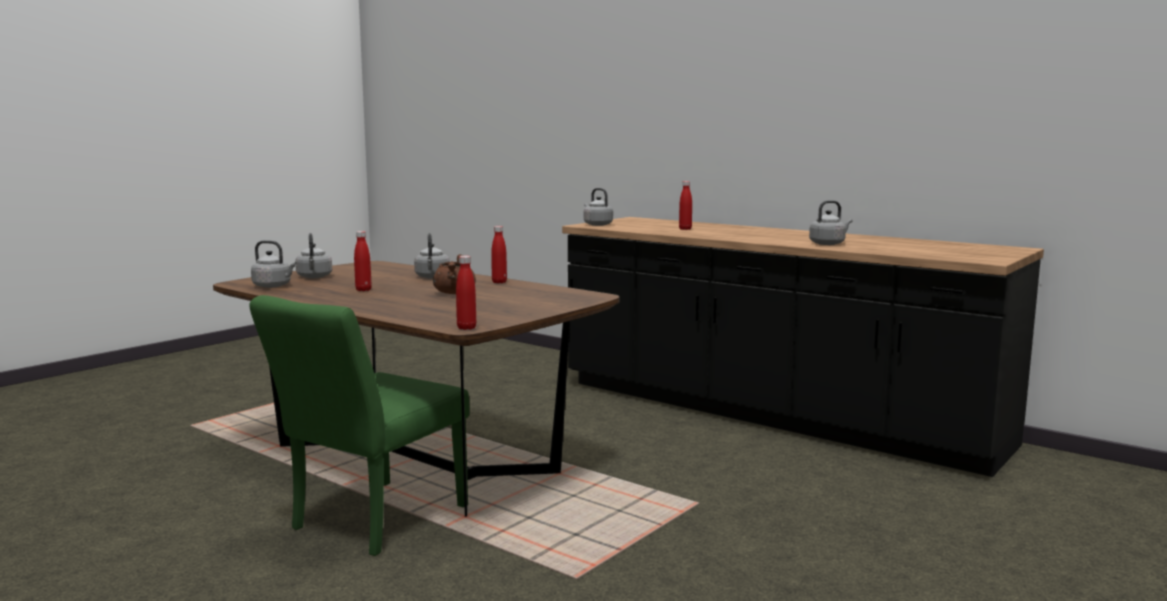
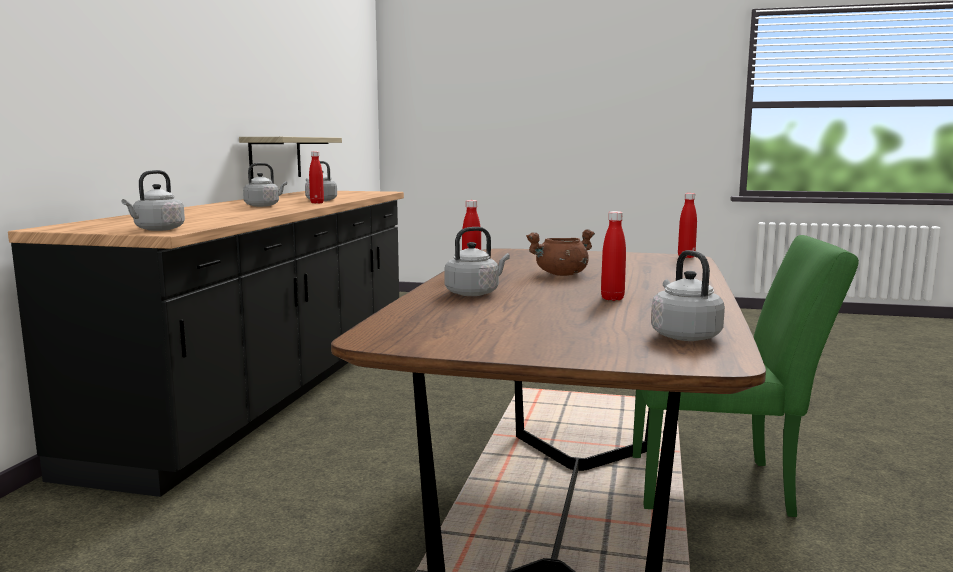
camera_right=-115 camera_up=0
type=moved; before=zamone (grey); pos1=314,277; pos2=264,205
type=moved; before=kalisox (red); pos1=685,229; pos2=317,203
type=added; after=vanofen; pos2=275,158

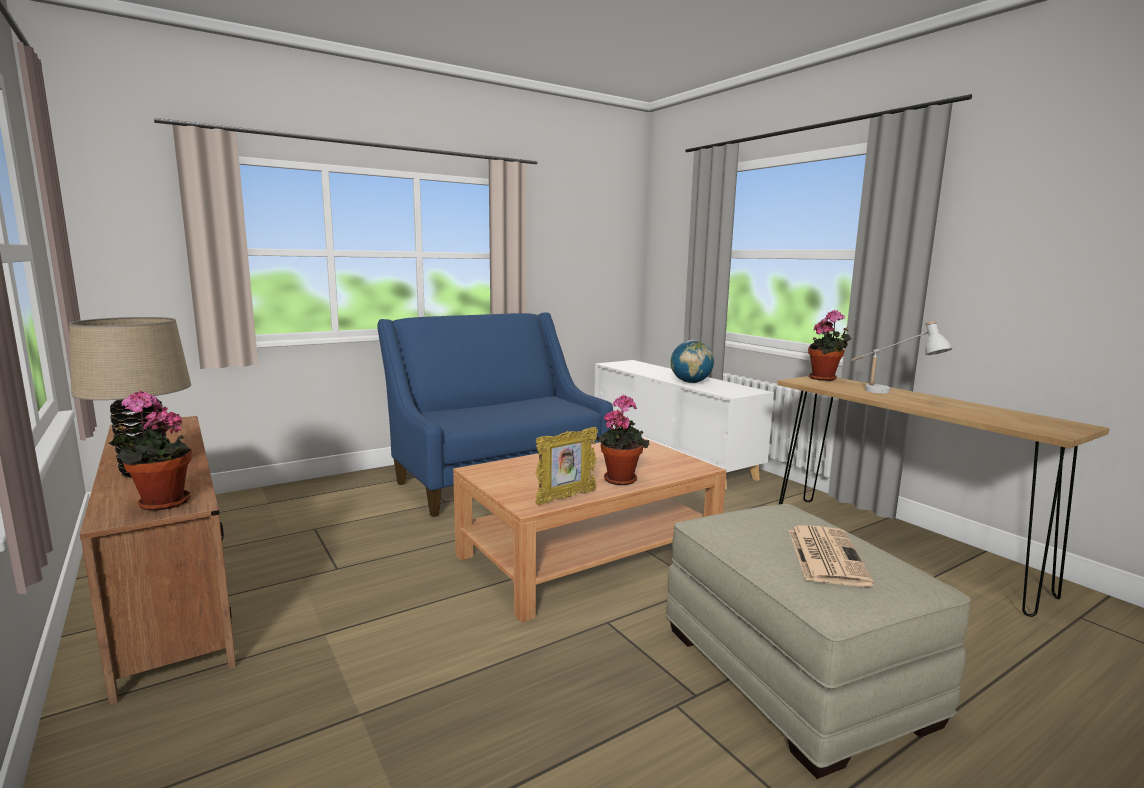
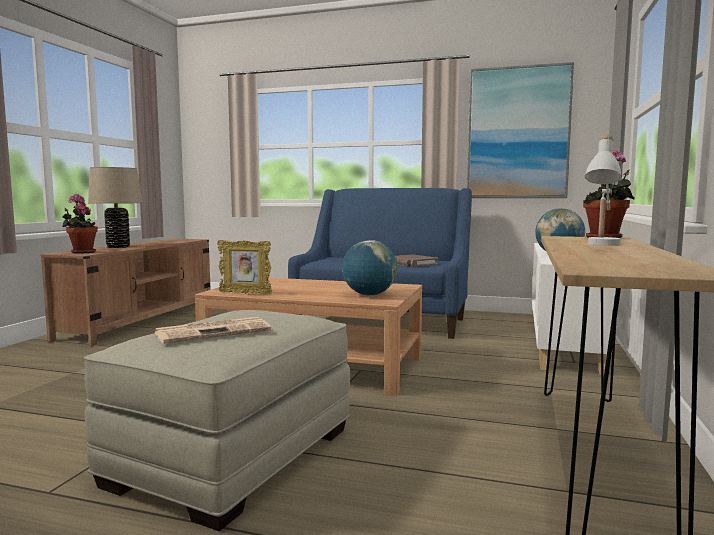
camera_right=50 camera_up=-5
type=removed; before=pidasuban; pos1=620,478
type=added; after=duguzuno; pos2=369,295
type=added; after=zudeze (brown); pos2=412,263
type=added; after=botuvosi; pos2=518,133

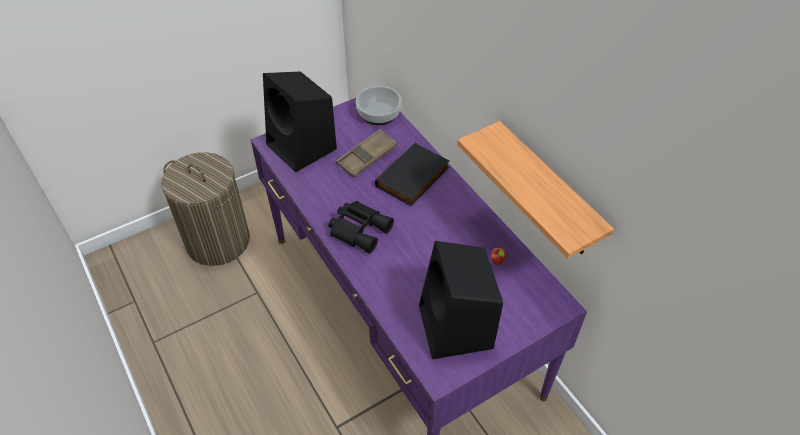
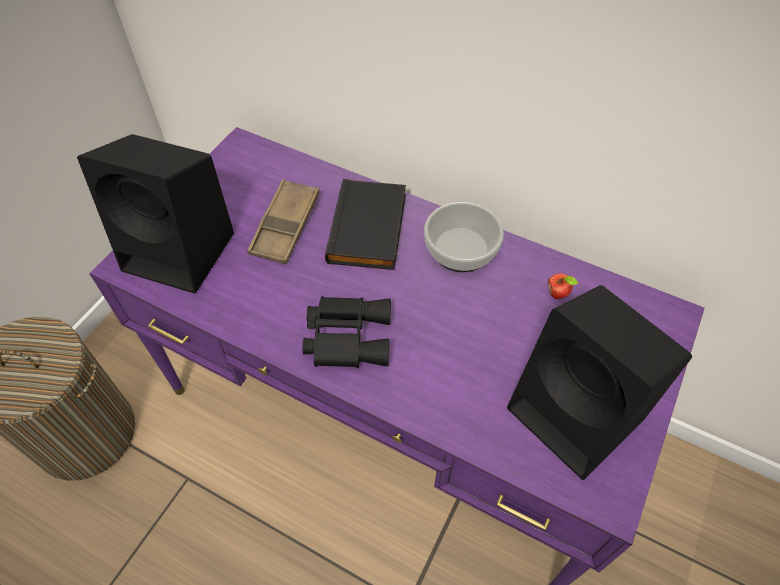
camera_right=-30 camera_up=5
type=moved; before=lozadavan; pos1=379,113; pos2=461,248
type=removed; before=vanofen; pos1=548,192

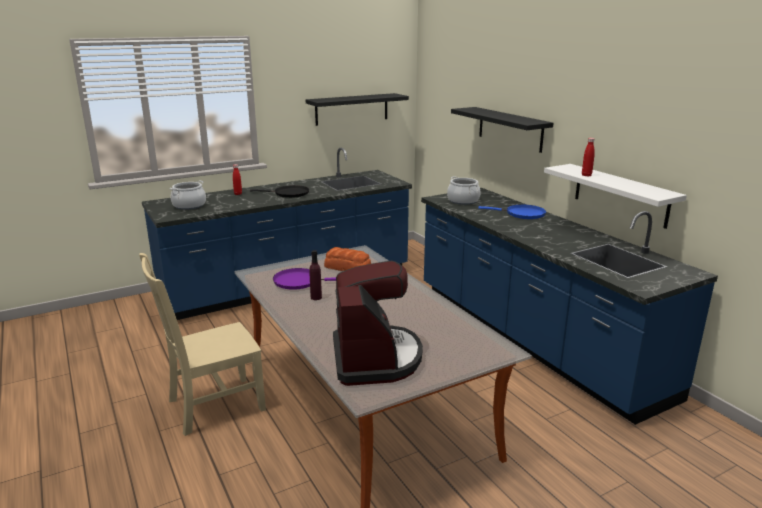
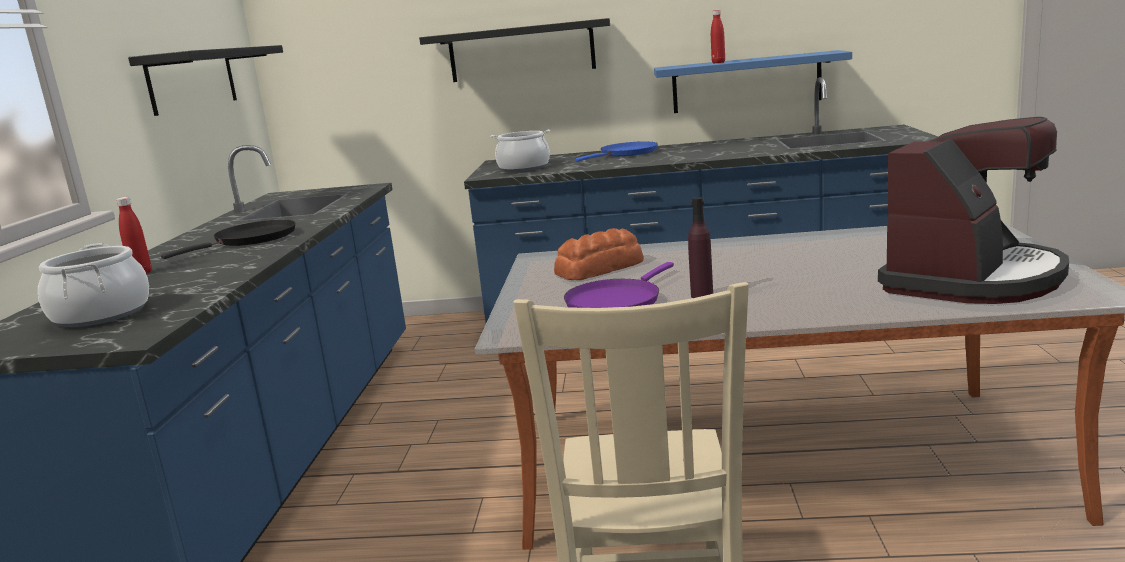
camera_right=-55 camera_up=-5
type=turned; before=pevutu; pos1=375,358; pos2=972,279; turn=105
type=recoloured; before=vanofen (white); after=vanofen (blue); pos1=620,195; pos2=746,82

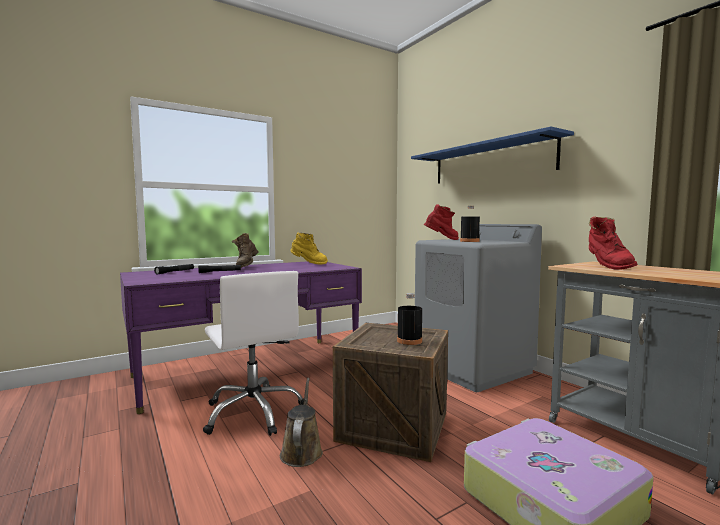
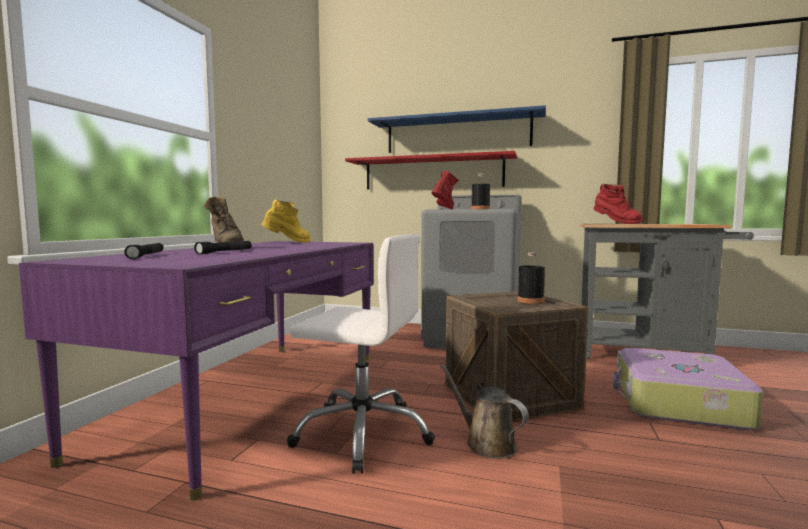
camera_right=-40 camera_up=0
type=added; after=vanofen (red); pos2=432,173

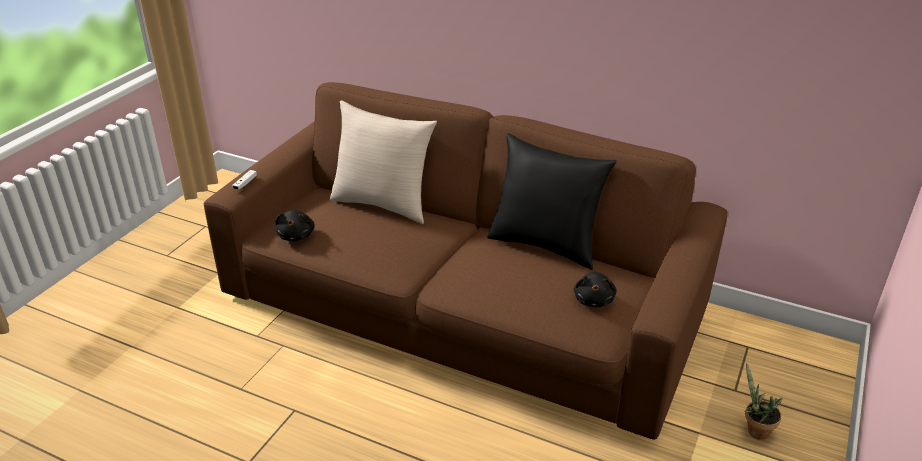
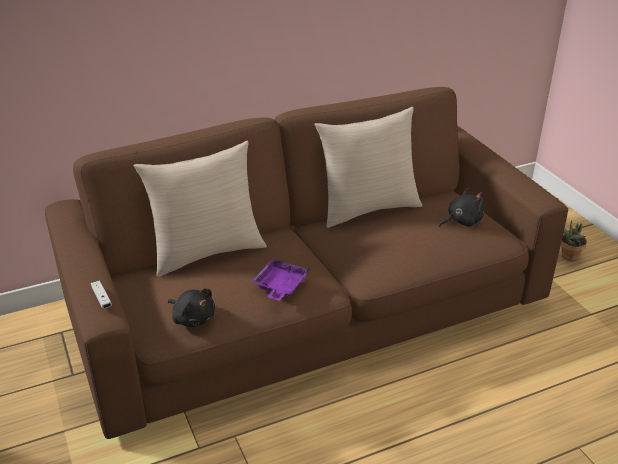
camera_right=-50 camera_up=0
type=recoloured; before=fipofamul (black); after=fipofamul (beige); pos1=545,244; pos2=368,208
type=turned; before=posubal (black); pos1=594,299; pos2=462,221; turn=-75
type=added; after=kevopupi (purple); pos2=280,286

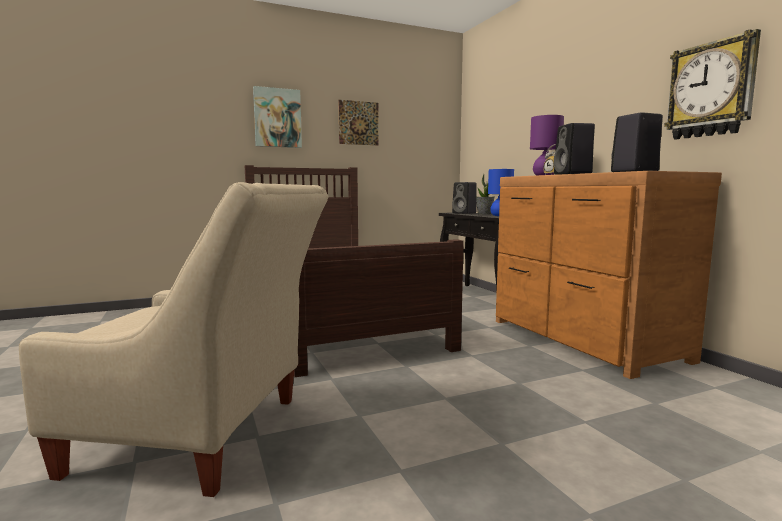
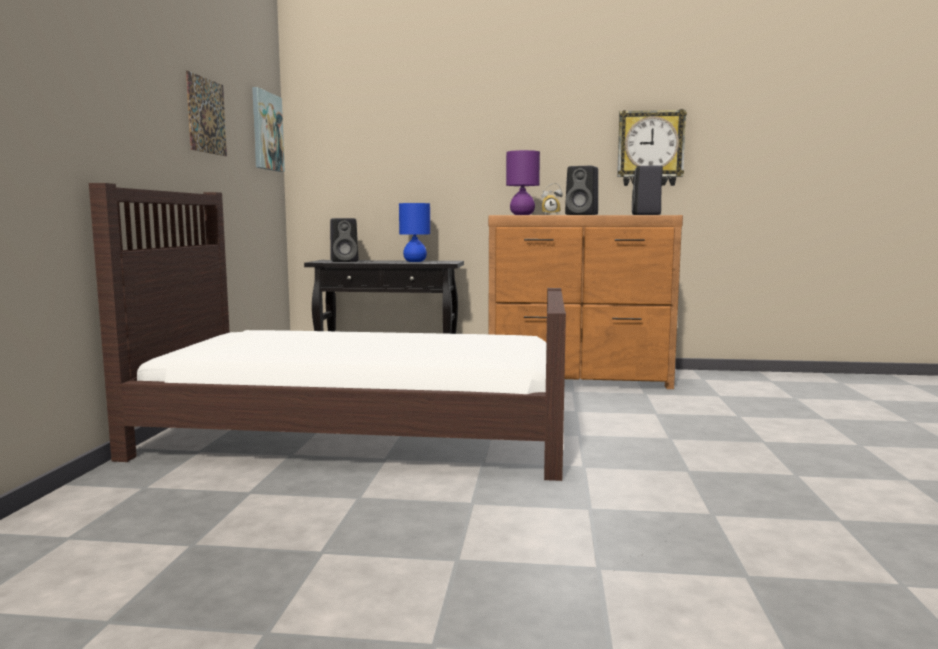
camera_right=-60 camera_up=0
type=removed; before=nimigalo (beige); pos1=206,436
type=moved; before=botuvosi; pos1=277,118; pos2=266,131
type=removed; before=pidasuban; pos1=484,214

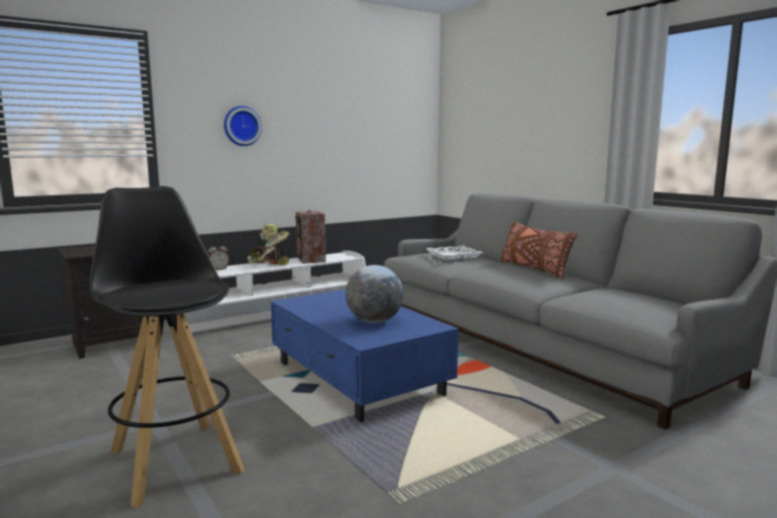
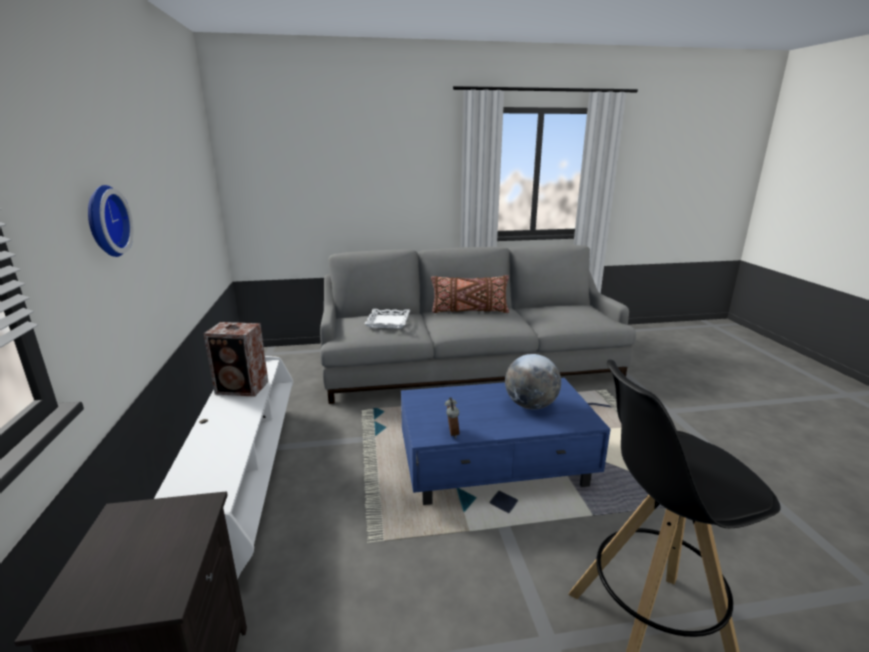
camera_right=-65 camera_up=10
type=moved; before=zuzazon; pos1=219,269; pos2=451,433
type=removed; before=pidasuban; pos1=270,265

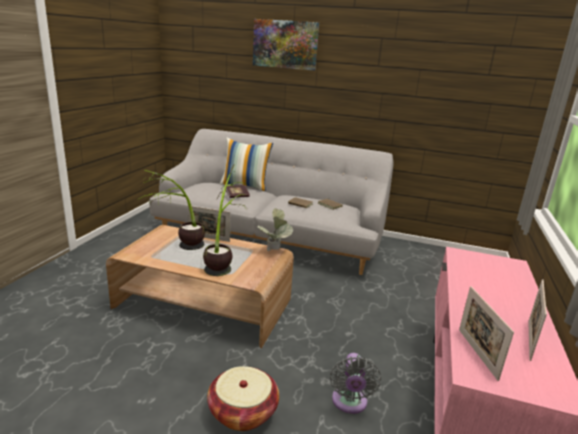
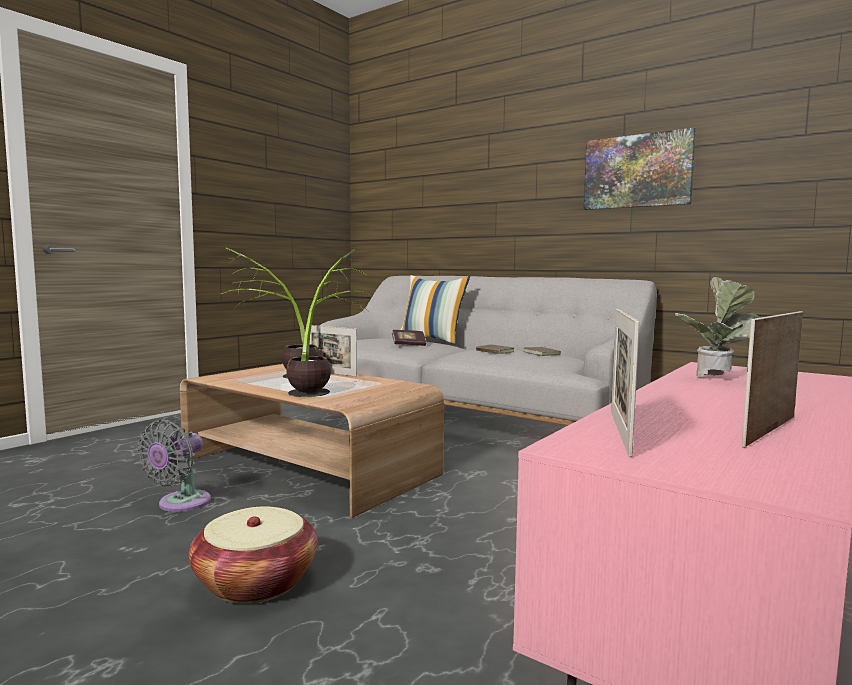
camera_right=20 camera_up=-15
type=moved; before=botuvosi; pos1=285,44; pos2=637,171
type=moved; before=pidasuban; pos1=274,252; pos2=717,379
type=moved; before=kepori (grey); pos1=349,403; pos2=180,504

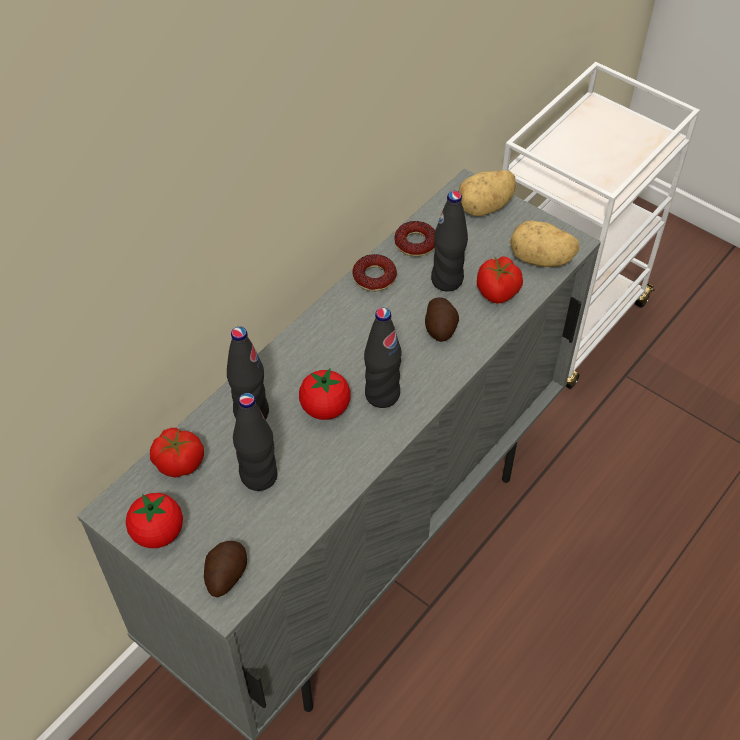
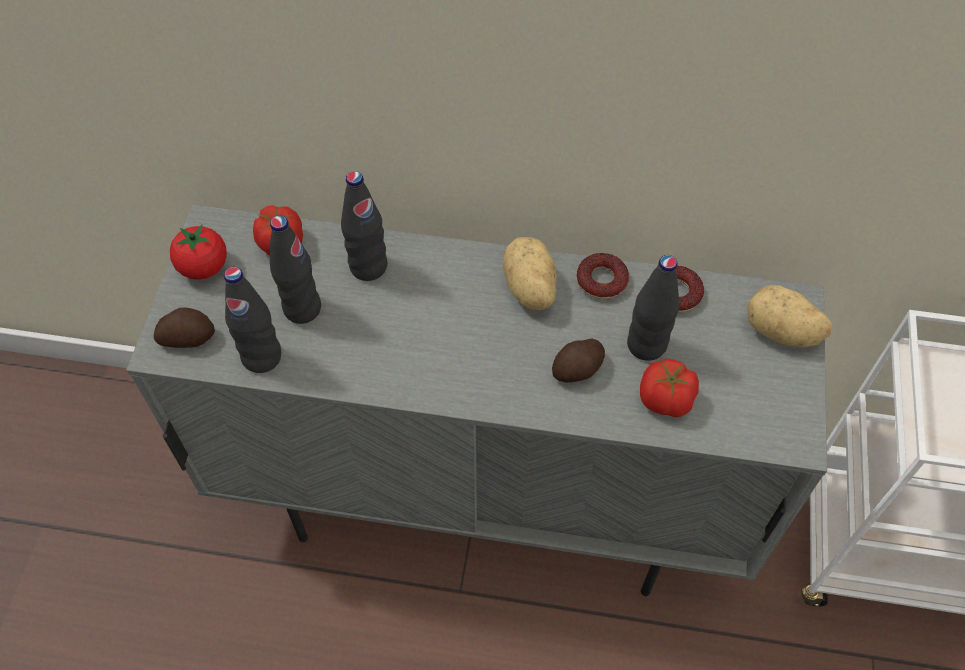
camera_right=60 camera_up=5
type=removed; before=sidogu; pos1=325,408
type=moved; before=kalisox (black); pos1=382,394; pos2=262,357
type=moved; before=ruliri; pos1=541,260; pos2=528,289

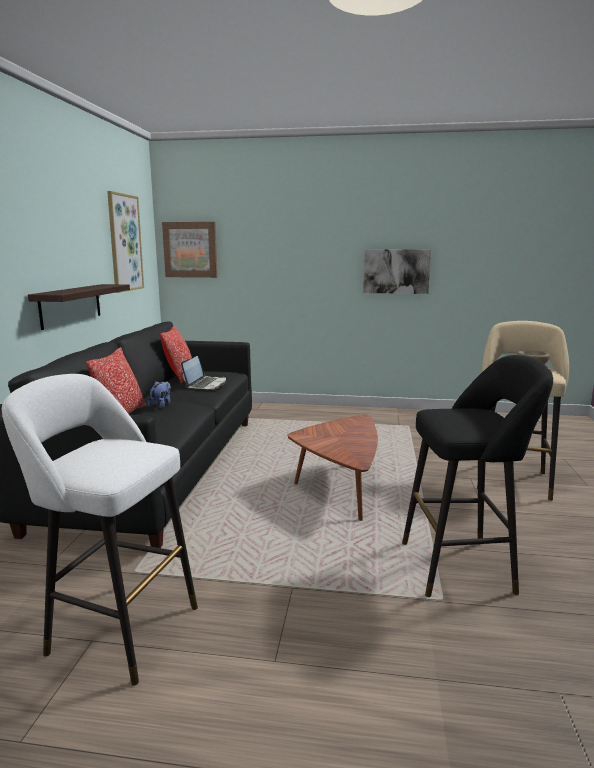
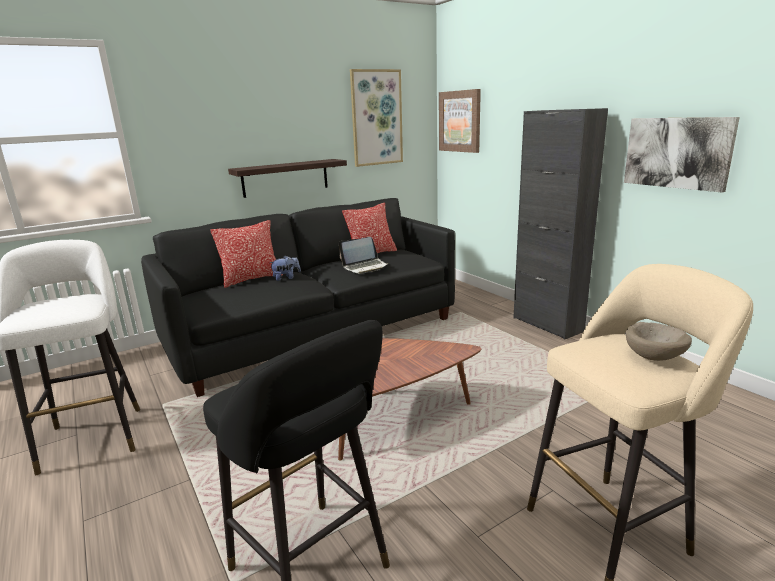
camera_right=50 camera_up=5
type=added; after=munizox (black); pos2=547,324

